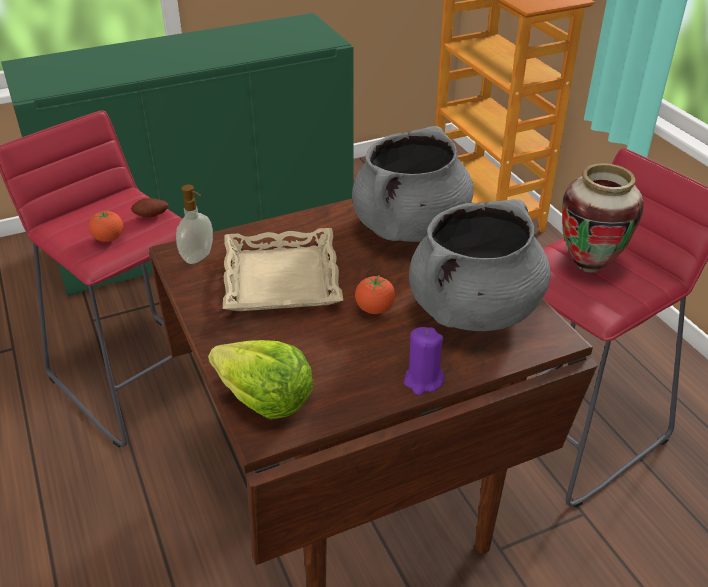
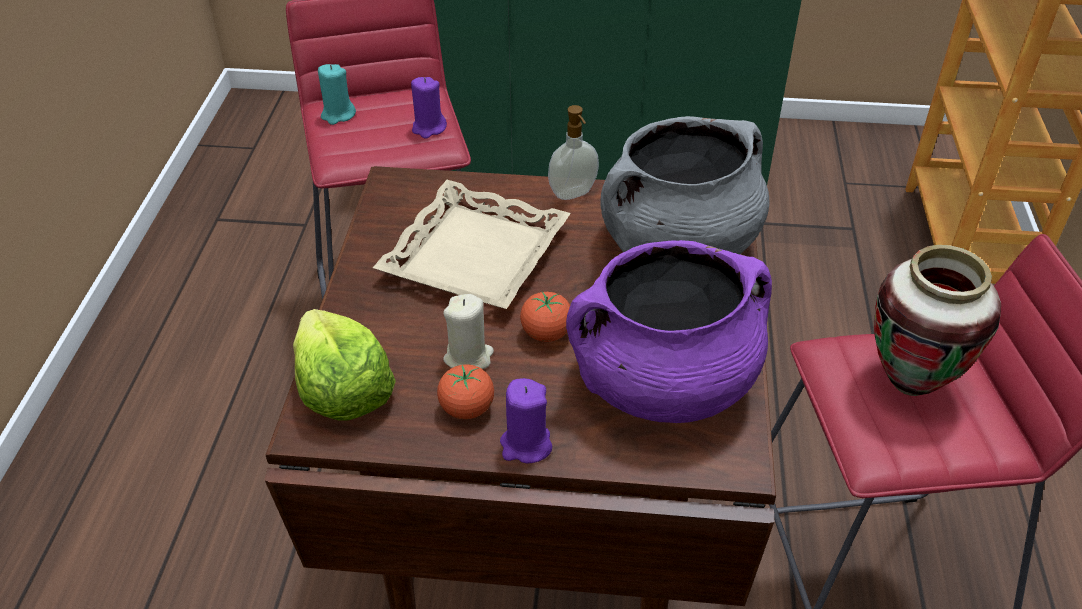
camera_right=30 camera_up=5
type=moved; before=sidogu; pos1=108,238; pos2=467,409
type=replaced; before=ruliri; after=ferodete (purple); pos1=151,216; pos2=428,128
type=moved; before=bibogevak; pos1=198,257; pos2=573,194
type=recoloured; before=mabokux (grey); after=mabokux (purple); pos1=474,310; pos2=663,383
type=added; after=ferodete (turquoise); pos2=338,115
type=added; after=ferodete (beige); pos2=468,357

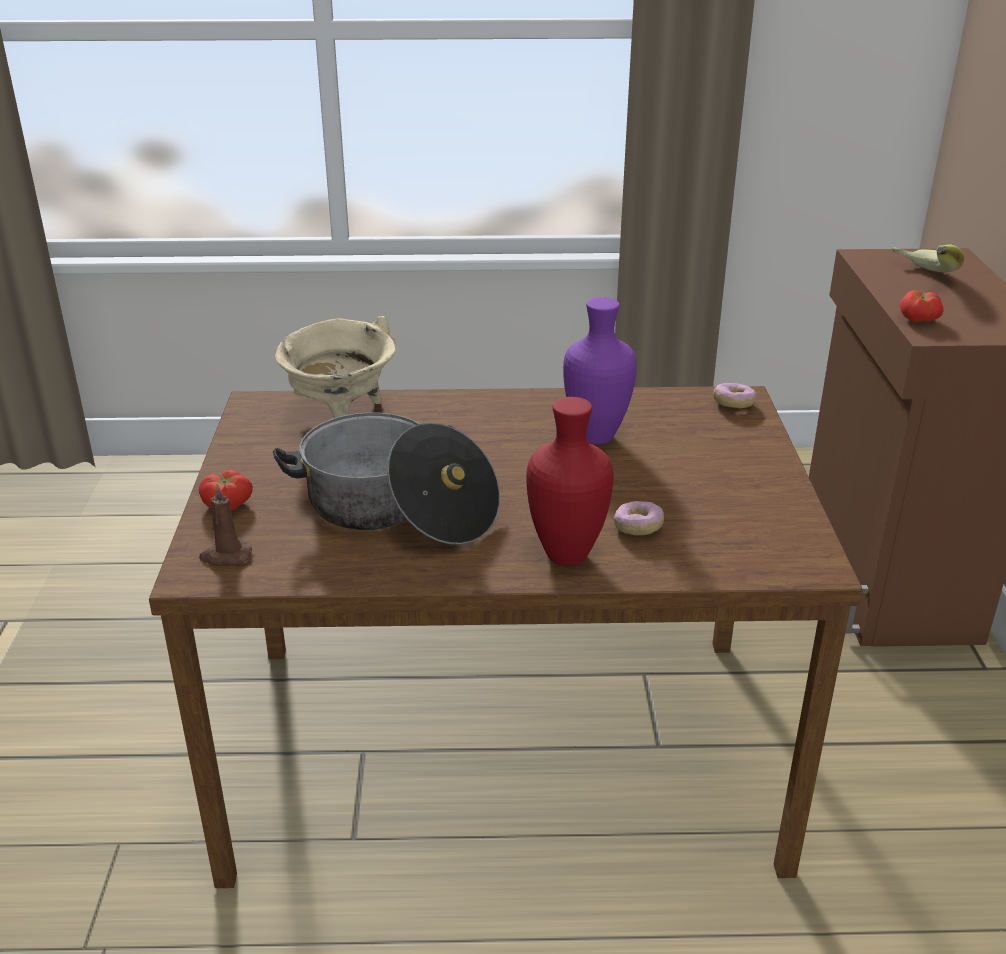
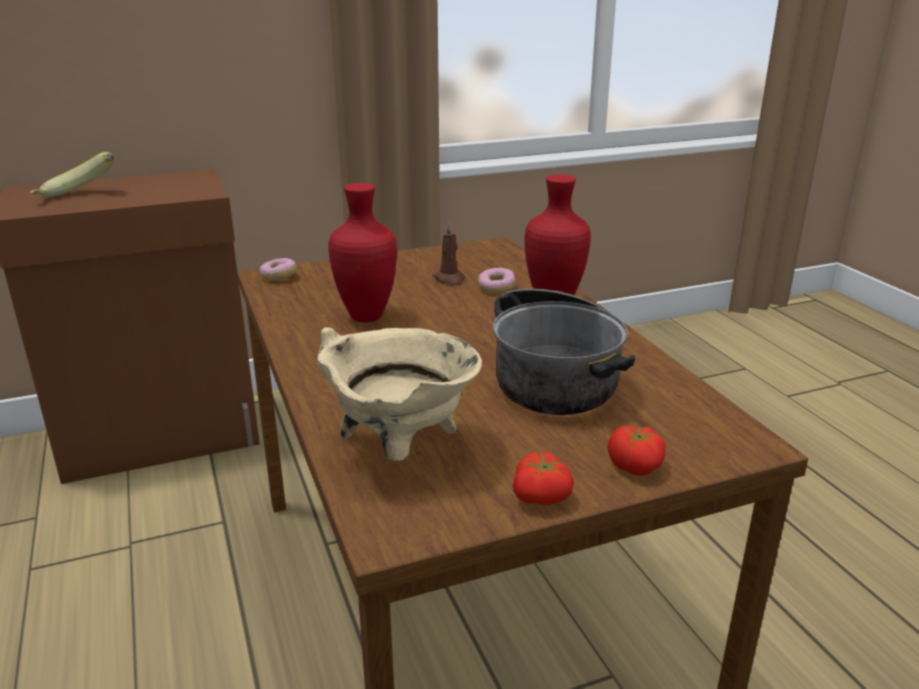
camera_right=-110 camera_up=-5
type=moved; before=ferodete (brown); pos1=225,556; pos2=449,279
type=recoloured; before=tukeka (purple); after=tukeka (red); pos1=594,437; pos2=367,317
type=moved; before=sidogu; pos1=917,319; pos2=542,497

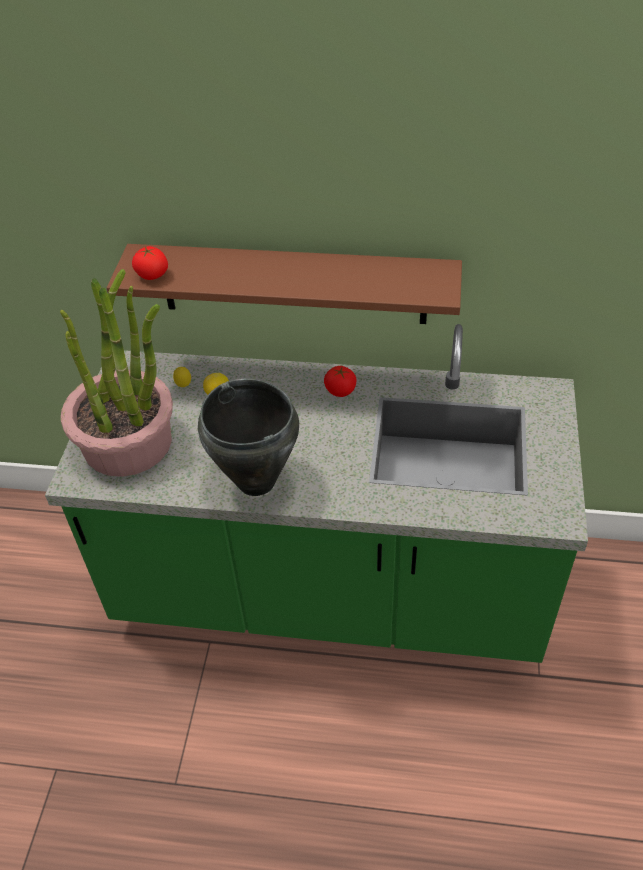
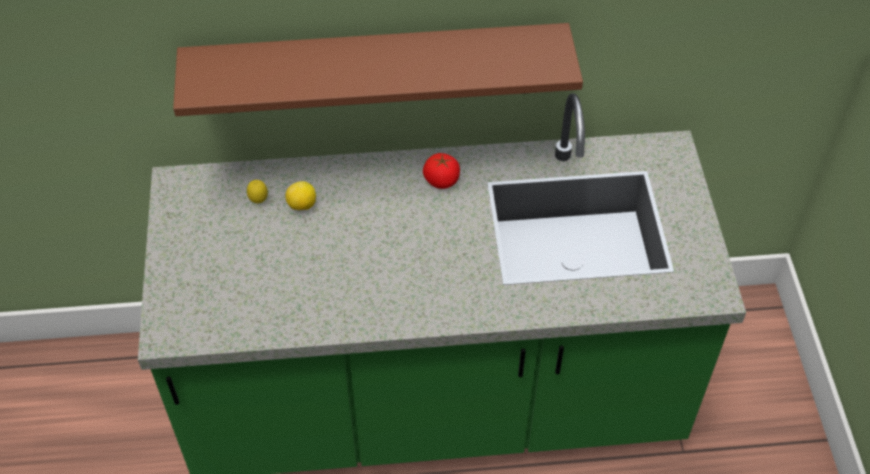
camera_right=-15 camera_up=5
type=removed; before=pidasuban; pos1=128,442
type=removed; before=sidogu; pos1=152,275
type=removed; before=mabokux (black); pos1=256,482

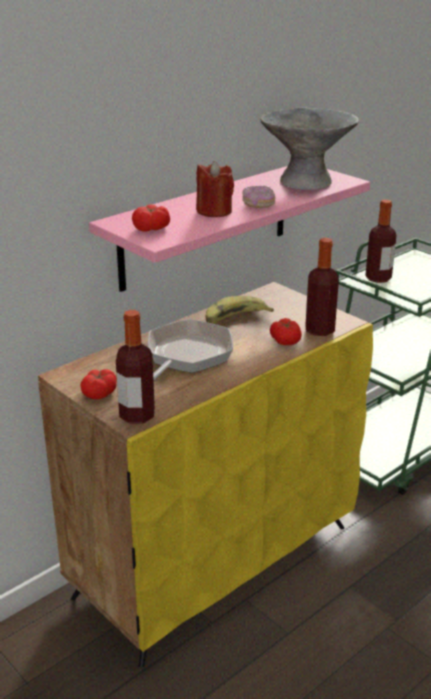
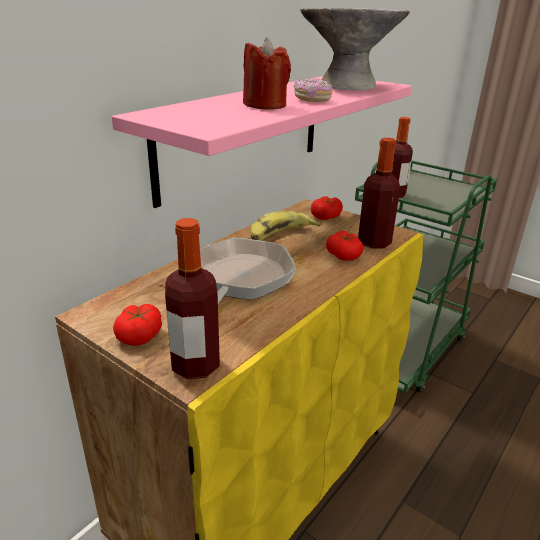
camera_right=-10 camera_up=0
type=moved; before=sidogu; pos1=151,228; pos2=326,216

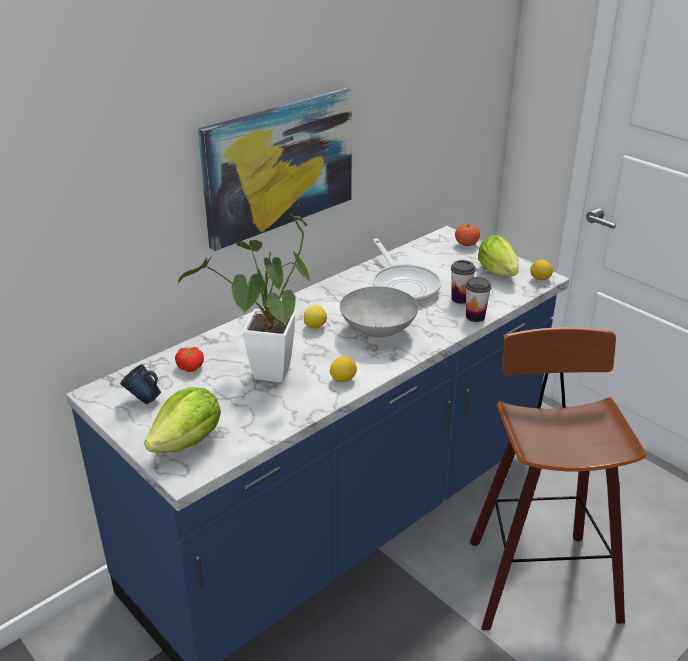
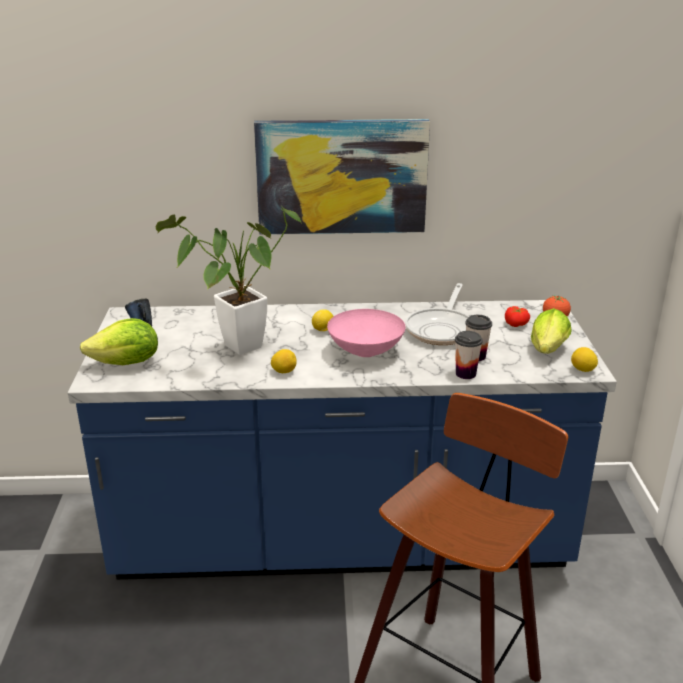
camera_right=40 camera_up=-5
type=moved; before=sidogu; pos1=191,366; pos2=516,324
type=recoloured; before=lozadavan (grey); after=lozadavan (pink); pos1=379,331; pos2=366,352

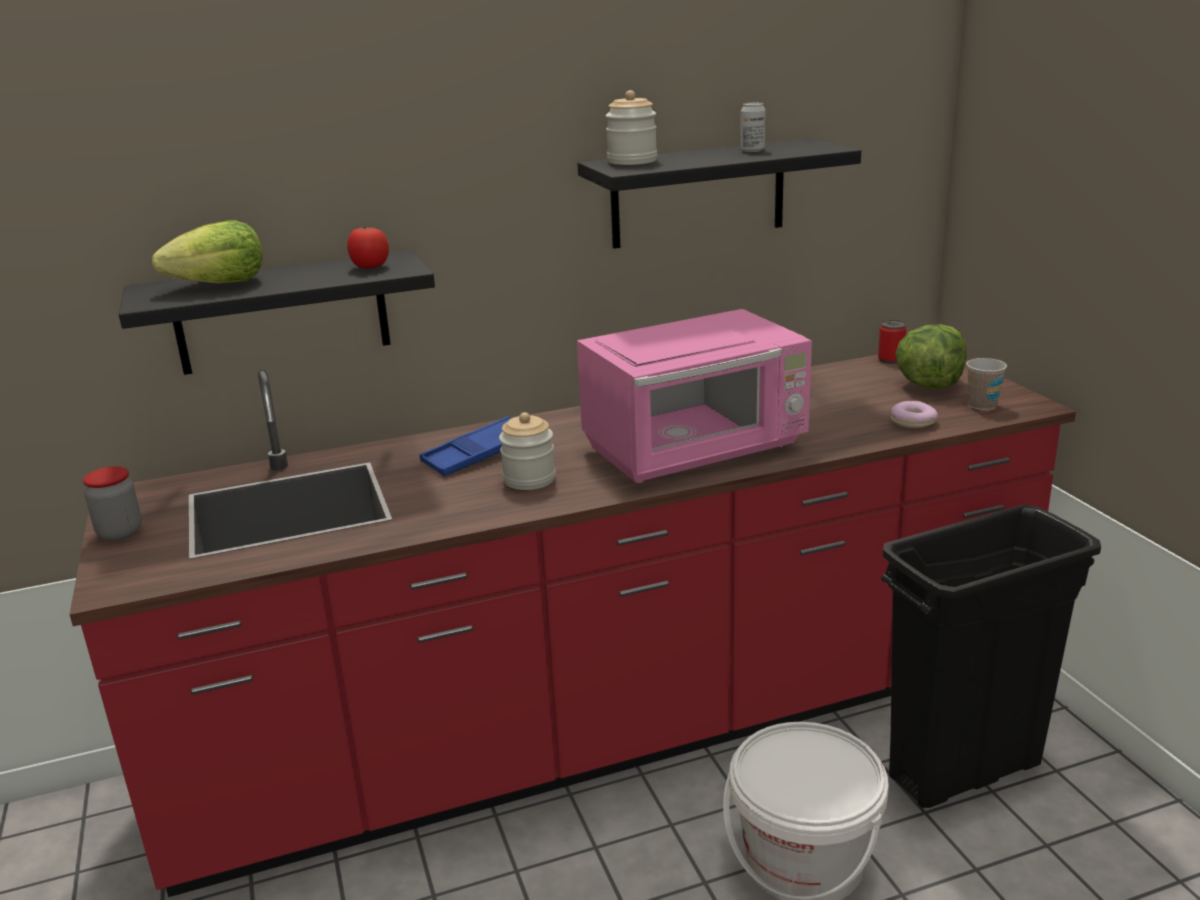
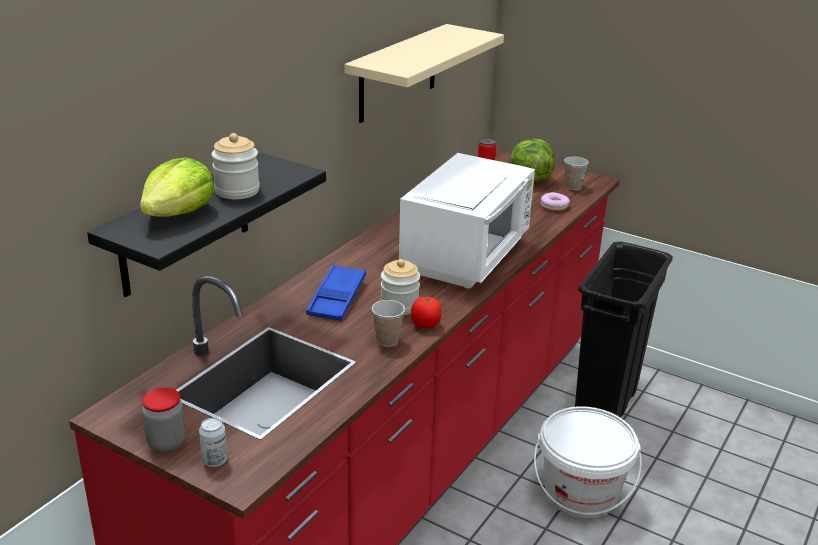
camera_right=-40 camera_up=5
type=moved; before=sidogu; pos1=370,267; pos2=425,325
type=recoloured; before=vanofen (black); after=vanofen (beige); pos1=698,194; pos2=398,73
type=recoloured; before=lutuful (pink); after=lutuful (white); pos1=697,450; pos2=467,256
type=moved; before=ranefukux; pos1=632,161; pos2=237,191
type=moved; before=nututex; pos1=752,150; pos2=215,460
type=added; after=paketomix; pos2=387,340

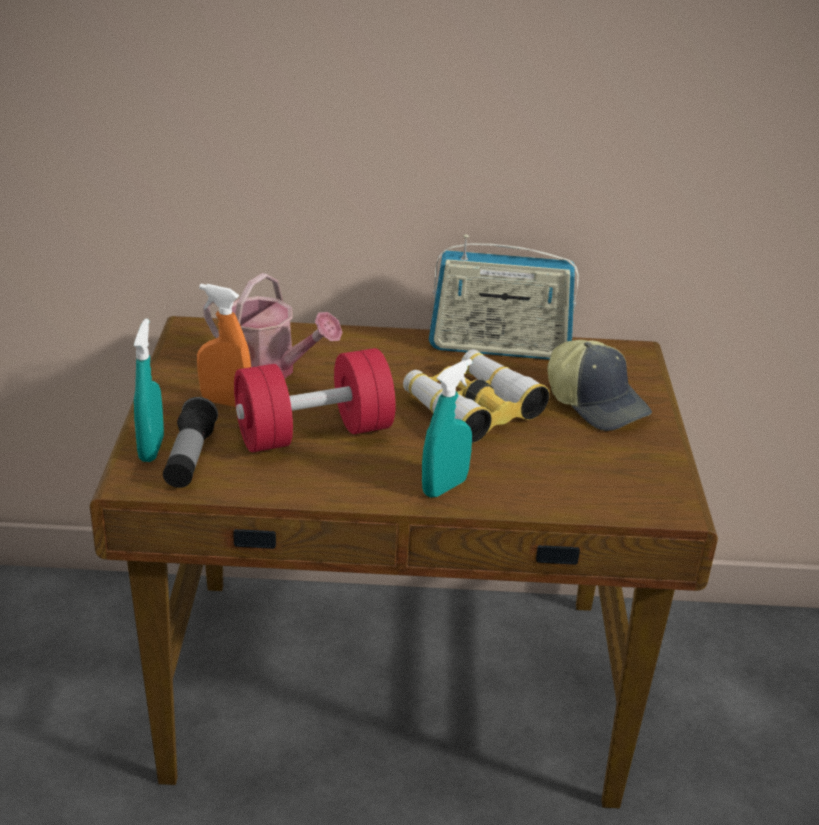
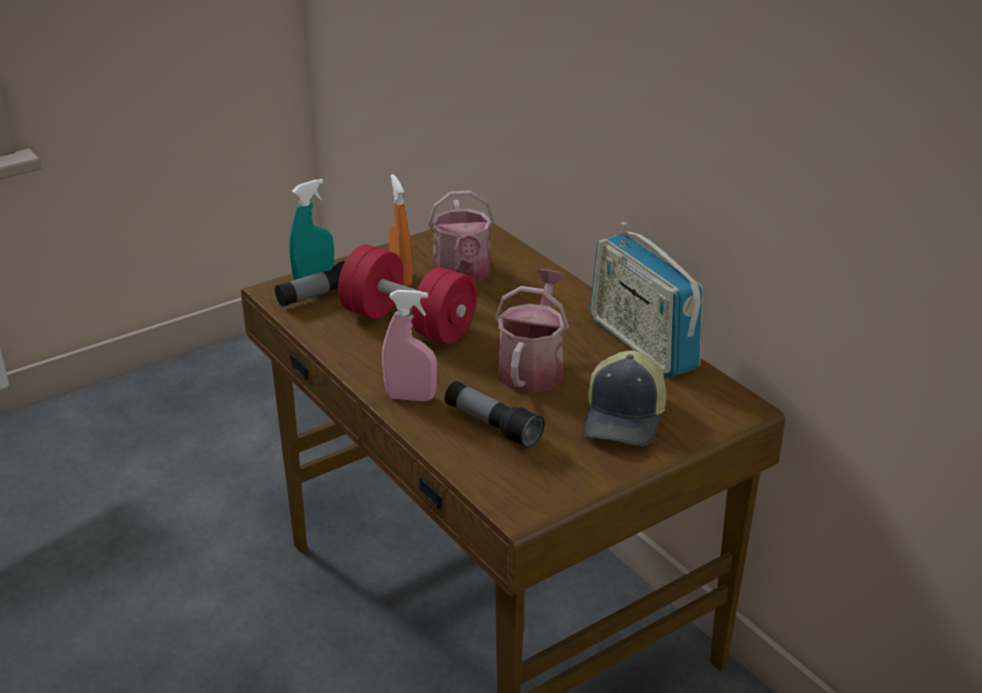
camera_right=55 camera_up=0
type=replaced; before=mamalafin; after=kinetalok; pos1=471,407; pos2=533,367
type=recoloured; before=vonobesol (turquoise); after=vonobesol (pink); pos1=444,487; pos2=411,397
type=added; after=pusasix; pos2=492,426

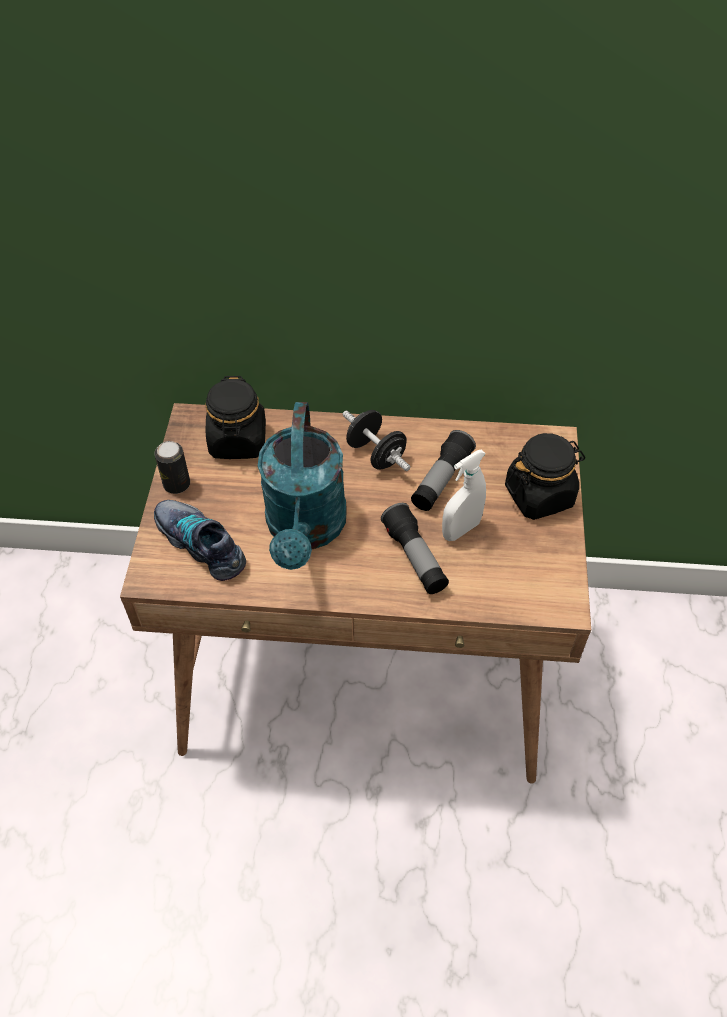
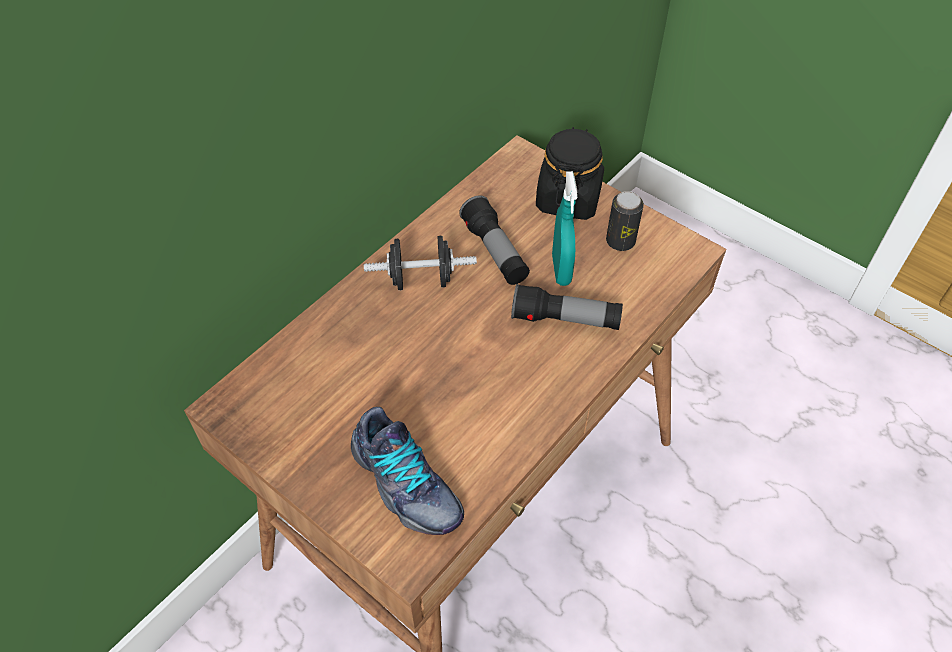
camera_right=-55 camera_up=0
type=moved; before=nututex; pos1=176,484; pos2=620,241
type=turned; before=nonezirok; pos1=202,543; pos2=405,484; turn=-120
type=removed; before=ranefukux (black); pos1=238,441
type=removed; before=kinetalok (turquoise); pos1=305,530
type=recoloured; before=vonobesol (white); after=vonobesol (turquoise); pos1=461,529; pos2=561,270

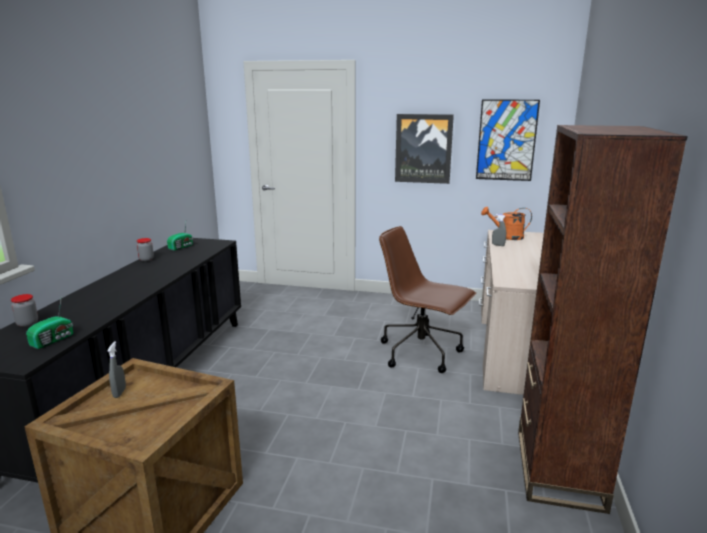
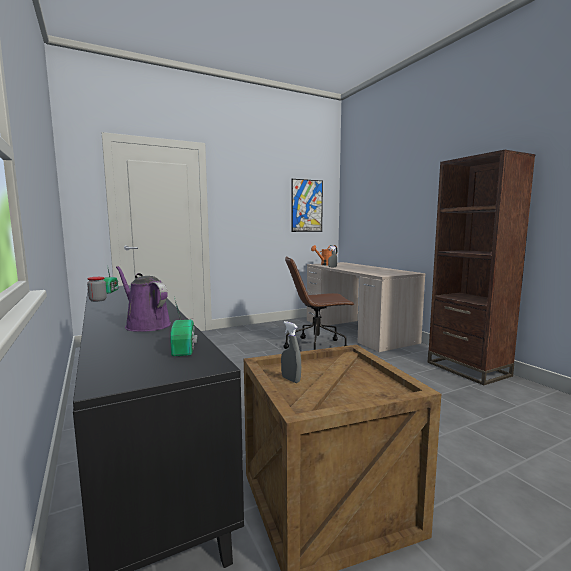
camera_right=-40 camera_up=-10
type=removed; before=ranefukux; pos1=27,323
type=removed; before=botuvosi; pos1=423,148
type=added; after=kinetalok (purple); pos2=145,325

